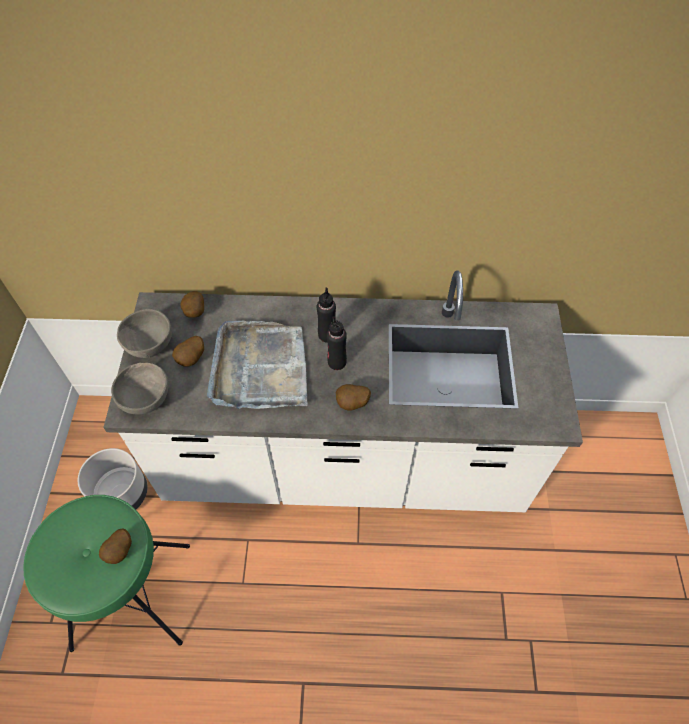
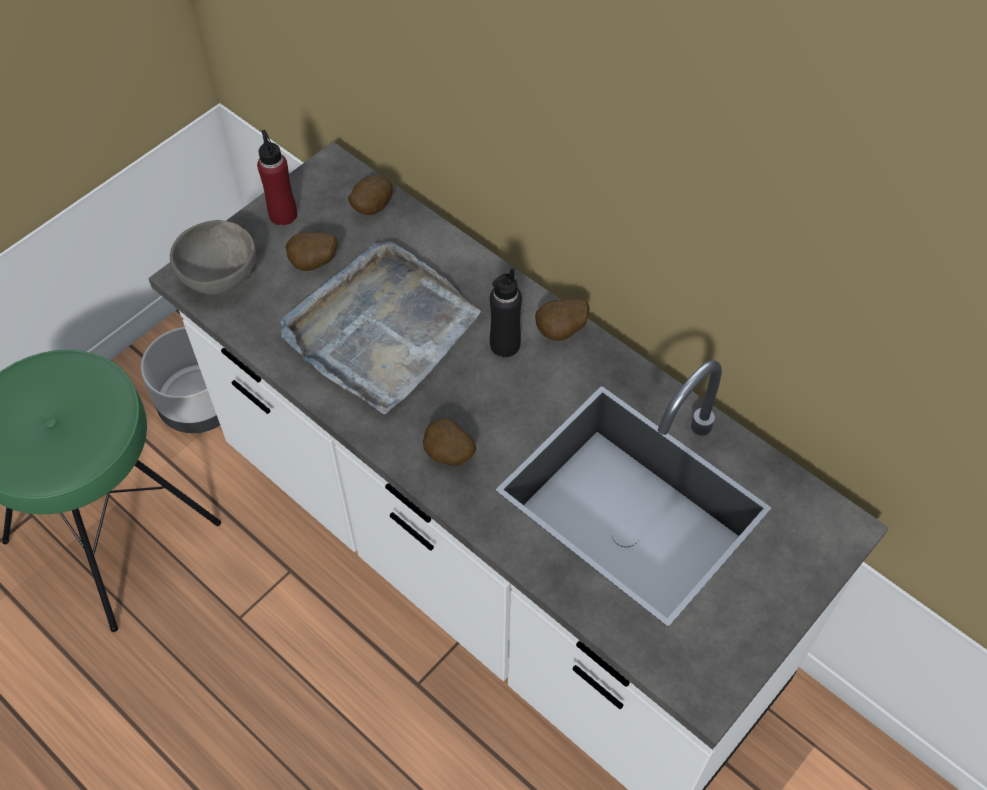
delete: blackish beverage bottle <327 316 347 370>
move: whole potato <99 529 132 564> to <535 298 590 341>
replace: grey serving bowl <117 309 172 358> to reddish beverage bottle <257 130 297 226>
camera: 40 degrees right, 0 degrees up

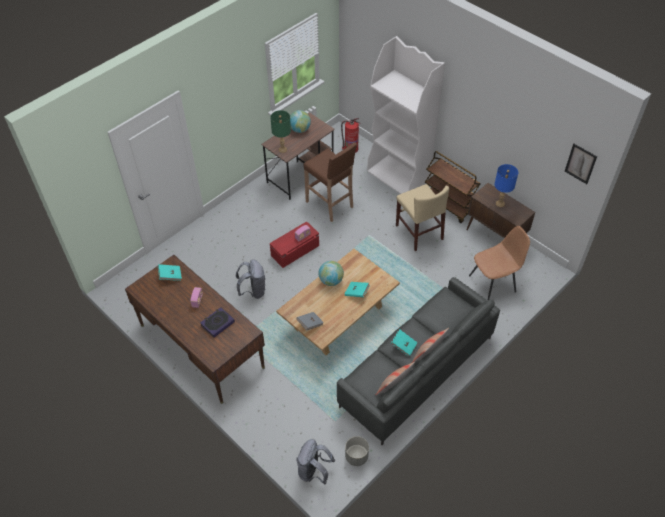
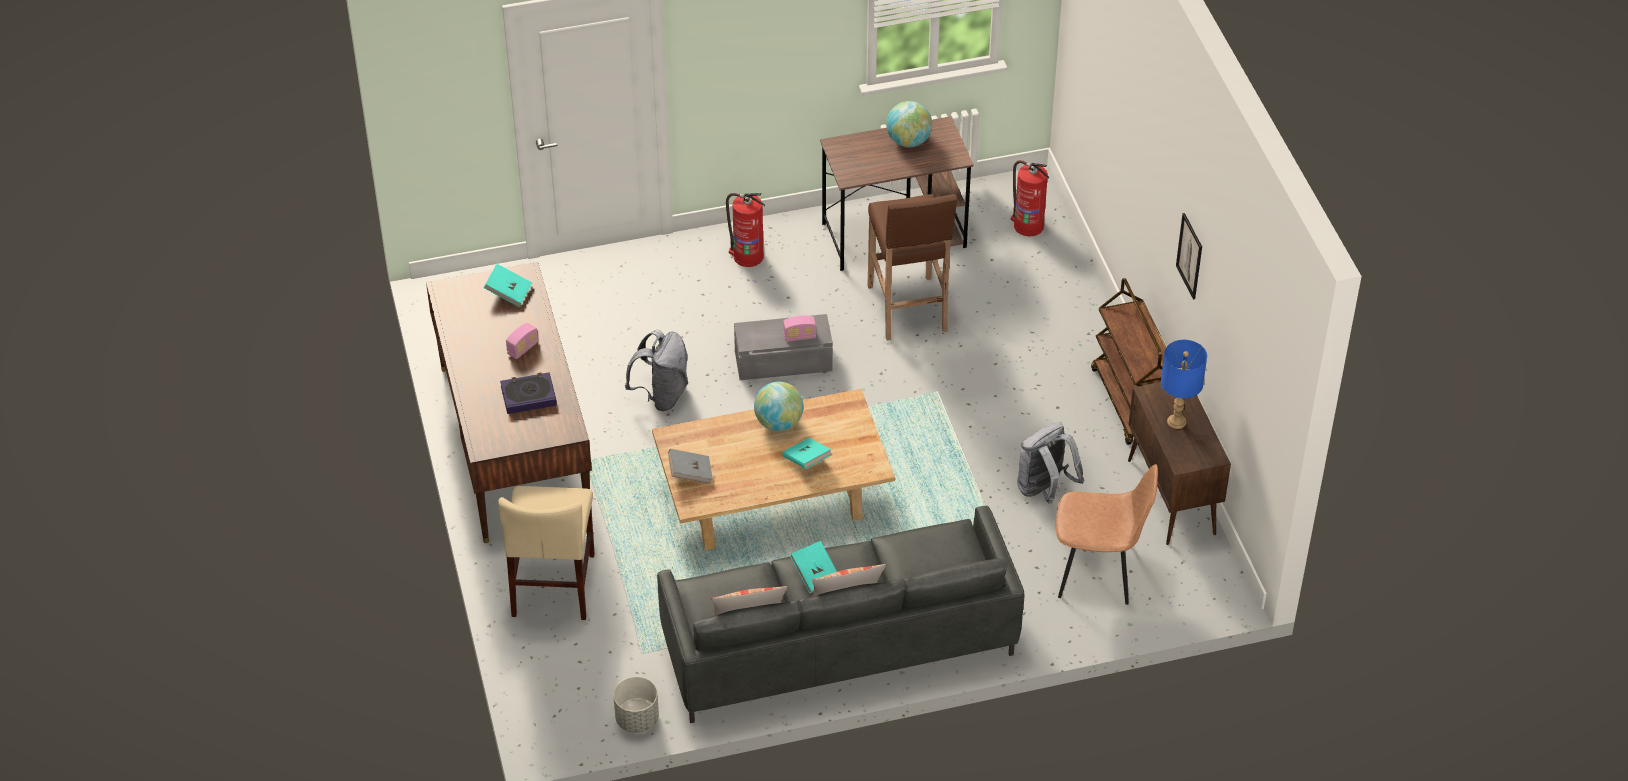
delete: green tabletop lamp <270 110 291 153>; white shelving unit <367 36 445 194>
insert: fire extinguisher <726 193 765 267>
move: grey backpack <296 439 335 484> to <1017 422 1085 504>; sand-coloured chair <396 184 449 251> to <498 486 594 620>; wall art <565 144 597 184> to <1176 213 1202 300>
recolor: reddish storage container <270 221 319 268> to grey storage container <734 314 833 380>
camera: 30 degrees right, 5 degrees down

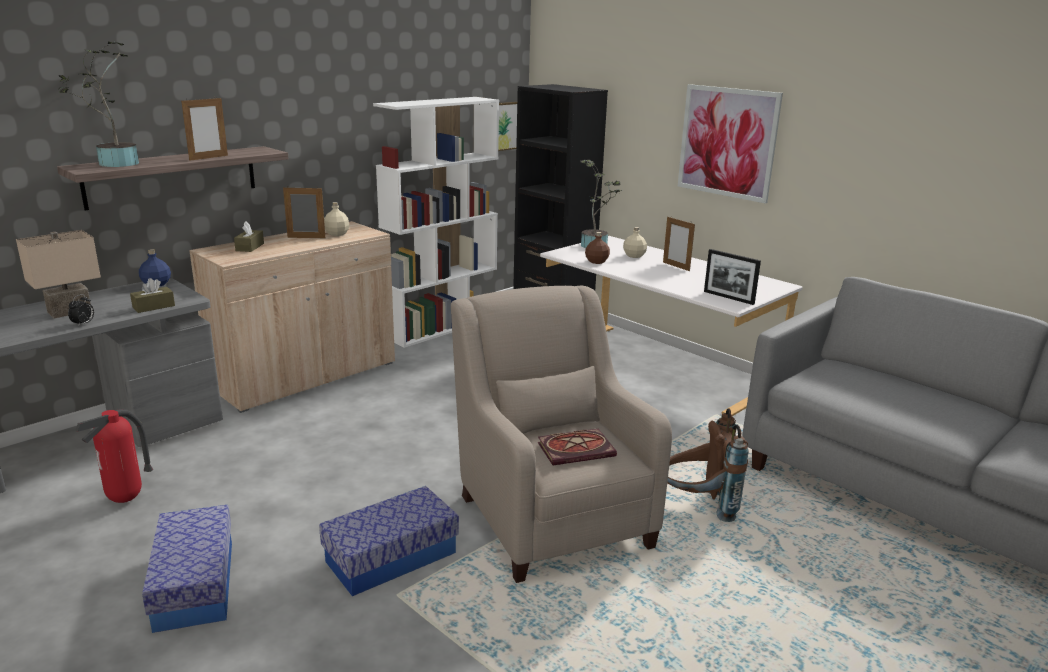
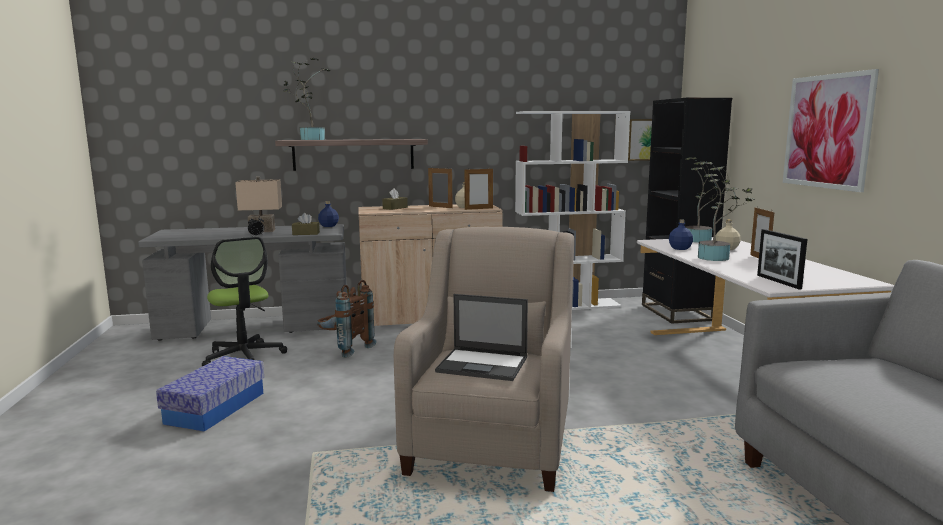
delete: storage container <319 486 459 596>
insert: potted plant <698 162 755 261>
move: picture frame <181 96 228 161> to <464 167 493 210>; brown backpack <667 408 748 522> to <317 280 377 358>
replace: fire extinguisher <75 409 153 503> to desk chair <202 237 287 366>; book <538 429 617 465> to laptop <435 294 528 381>
recolor: brown beverage bottle <585 232 610 264> to bluish beverage bottle <669 219 693 250>
camera: 35 degrees right, 10 degrees down

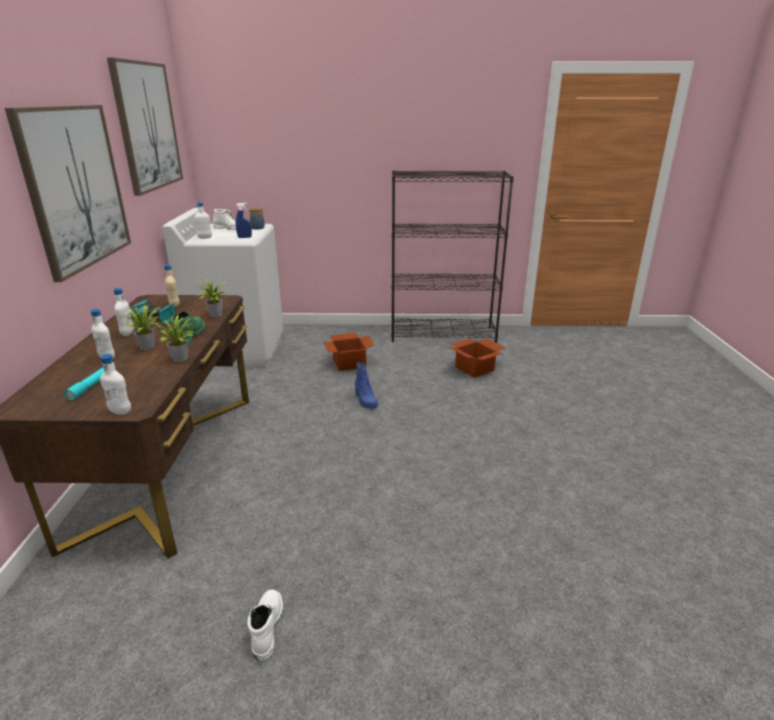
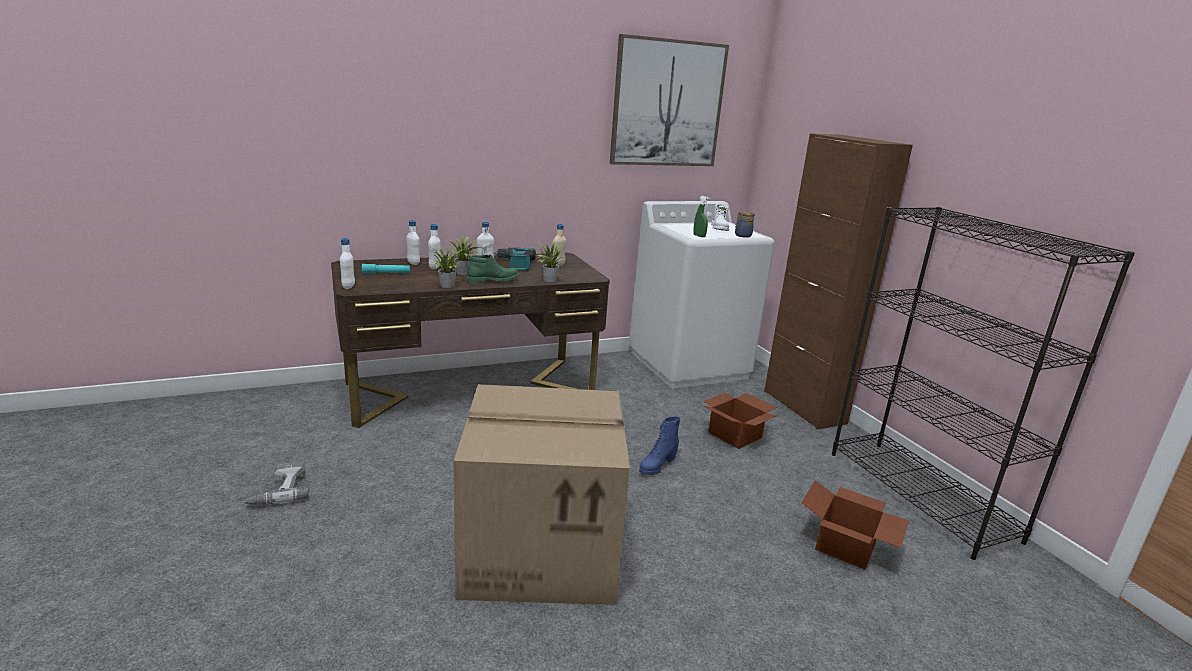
delete: wall art <5 105 131 282>
insert: cardboard box <454 384 630 605>; brown cabinet <764 133 913 430>
move: white beverage bottle <194 202 212 239> to <407 220 420 265>
replace: white boot <247 590 283 661> to power drill <244 462 309 505>
recolor: bluish spray bottle <236 203 252 238> to green spray bottle <693 196 709 237>
camera: 65 degrees right, 5 degrees down

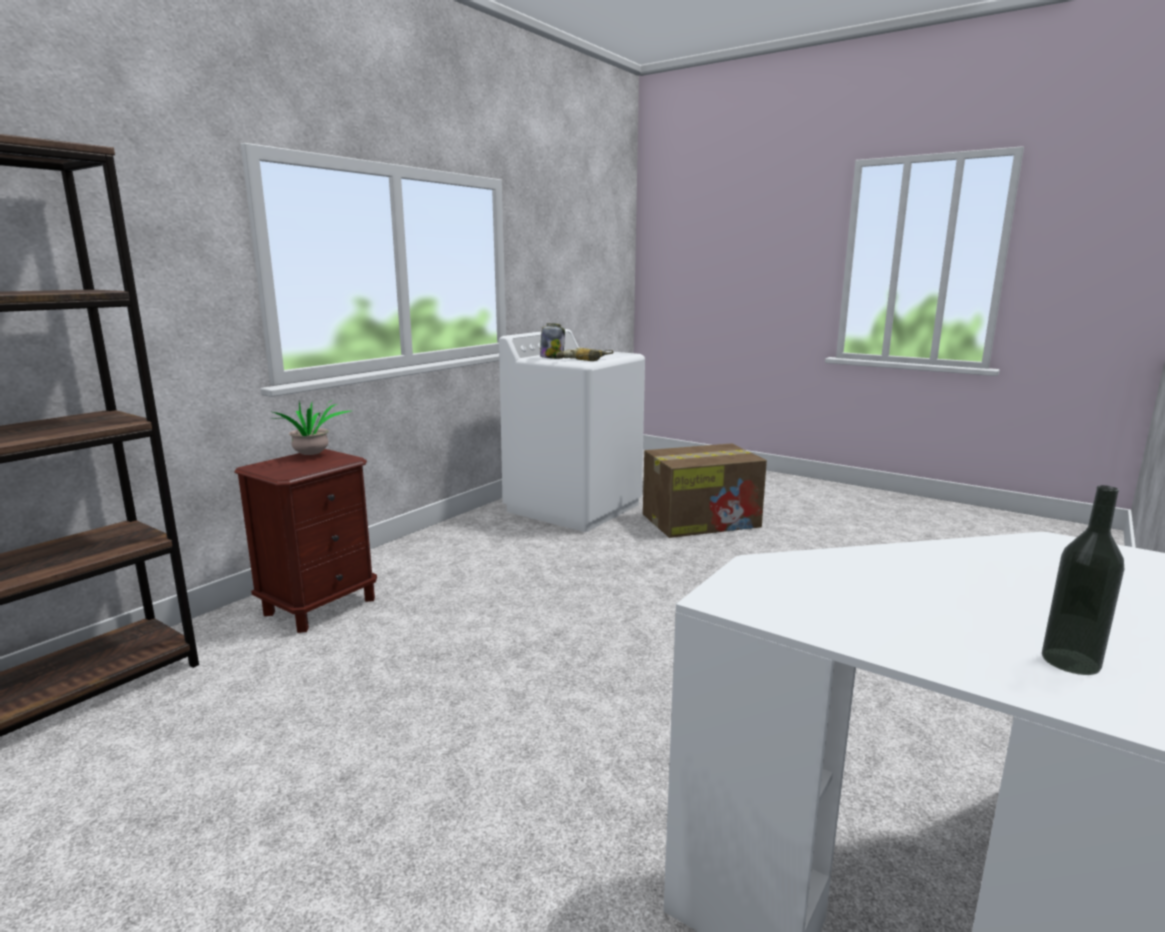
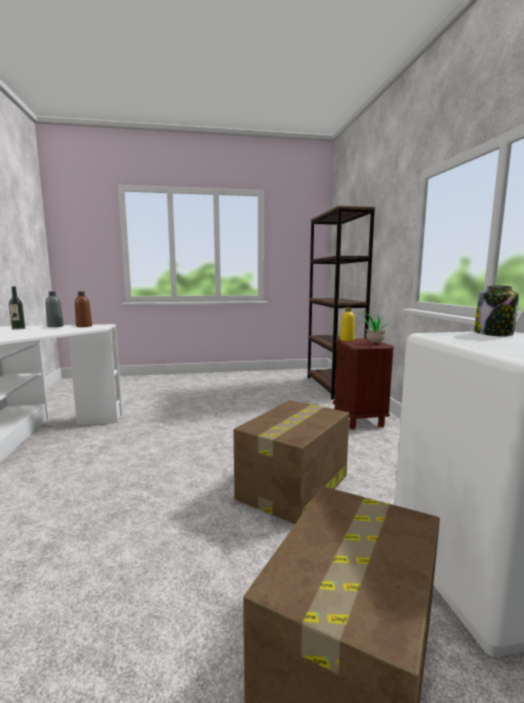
delete: power drill <556 348 613 361>
insert: grey beverage bottle <46 291 64 327>; brown beverage bottle <75 291 92 327>; cardboard box <233 400 349 524>; yellow beverage bottle <340 307 355 341>
camera: 135 degrees right, 5 degrees down

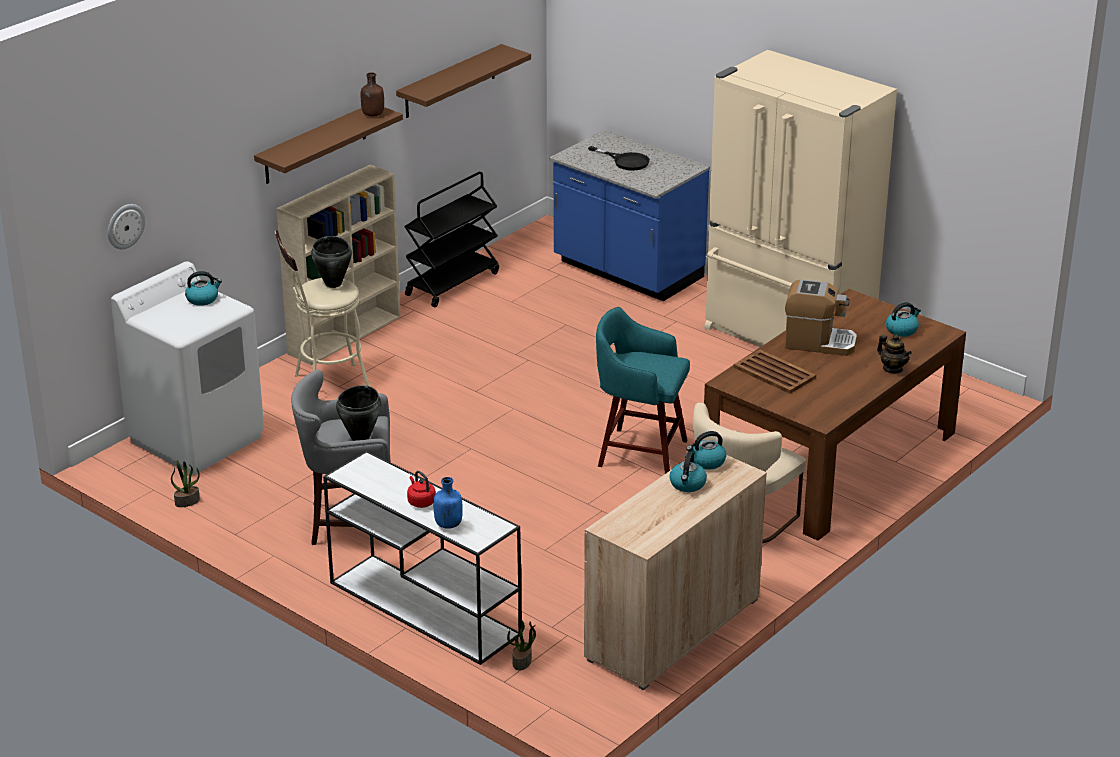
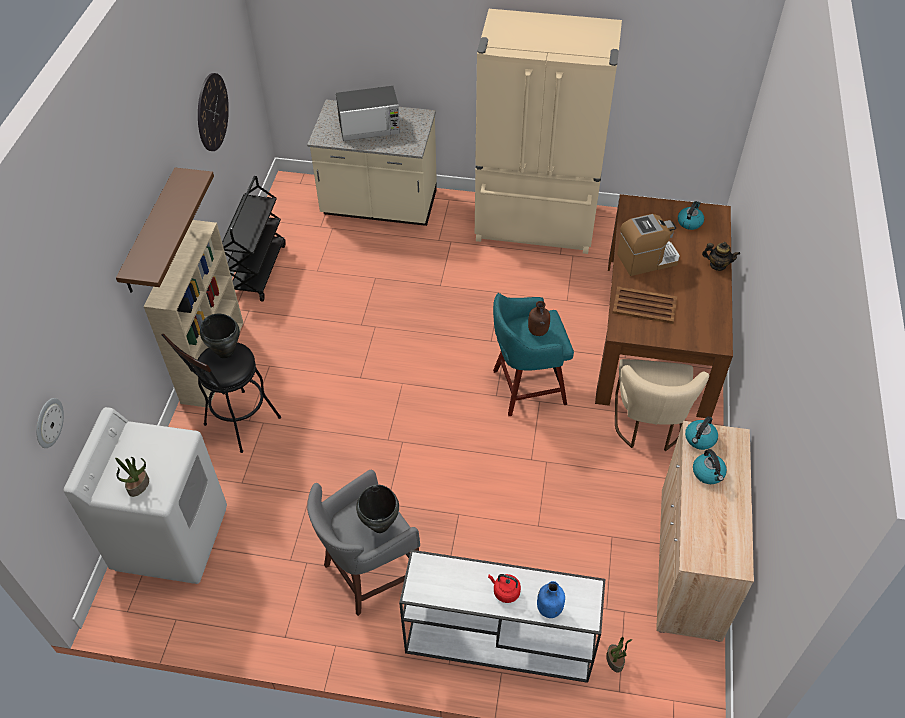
delete: kettle <185 271 222 306>
move: potted plant <171 460 200 507> to <115 457 149 497>; brown beverage bottle <361 73 384 117> to <528 301 550 336>
replace: brown wall shelf <396 44 531 118> to clock on the wall <198 73 229 151>; blackish frying pan <588 146 650 171> to microwave oven <336 86 400 141>
recolor: sand-coloured sitting stool <275 230 370 386> to blackish sitting stool <162 334 281 453>; bluish kitchen counter <549 130 710 301> to sand-coloured kitchen counter <307 100 437 226>
camera: 30 degrees left, 20 degrees up

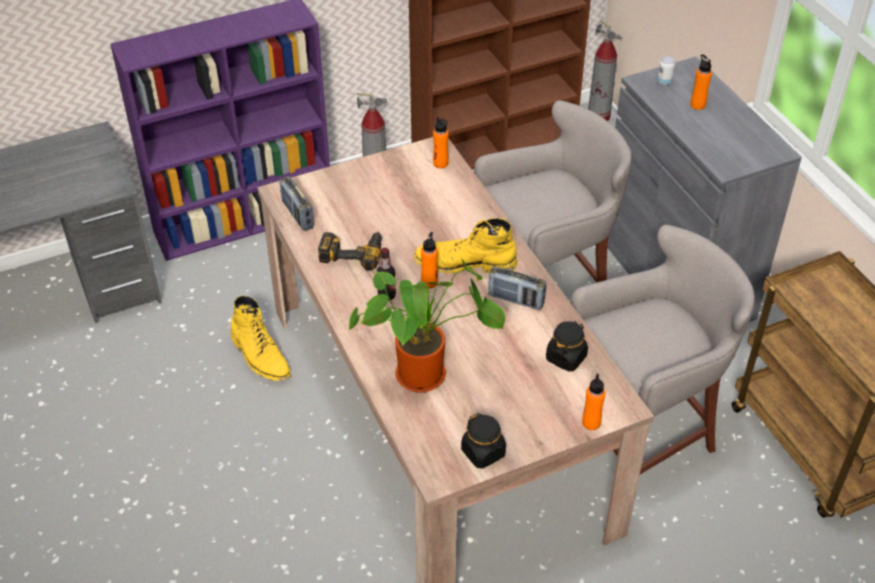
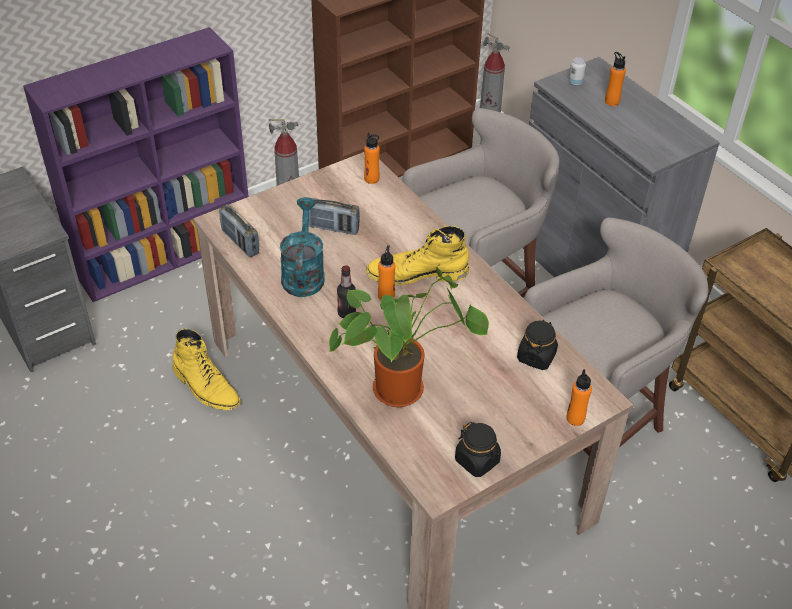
move: radio set <488 266 546 310> to <308 198 360 235>
replace: power drill <318 232 382 271> to turquoise-coloured watering pot <280 197 325 297>
camera: 10 degrees left, 0 degrees up

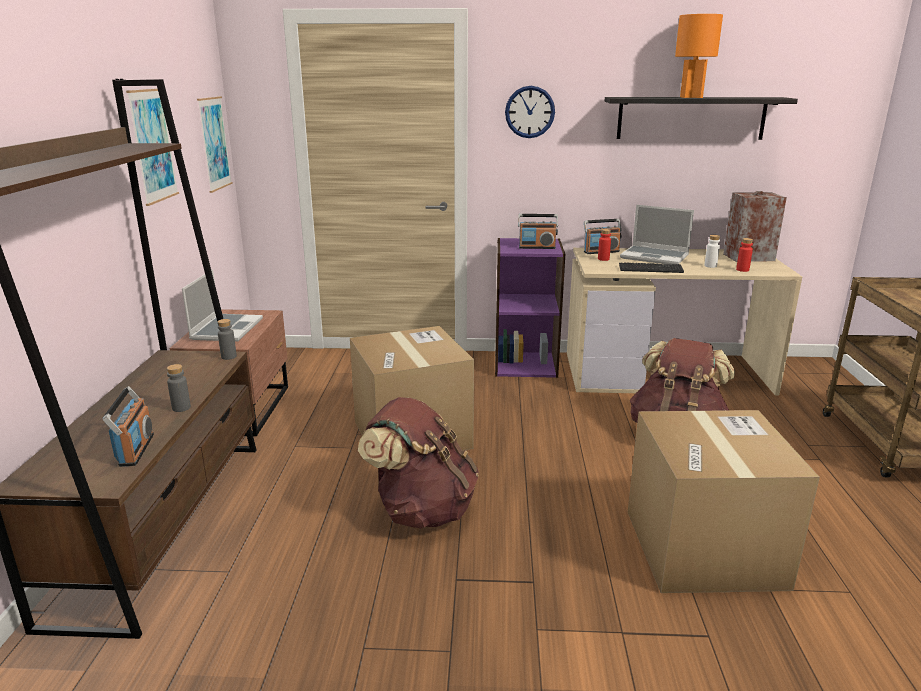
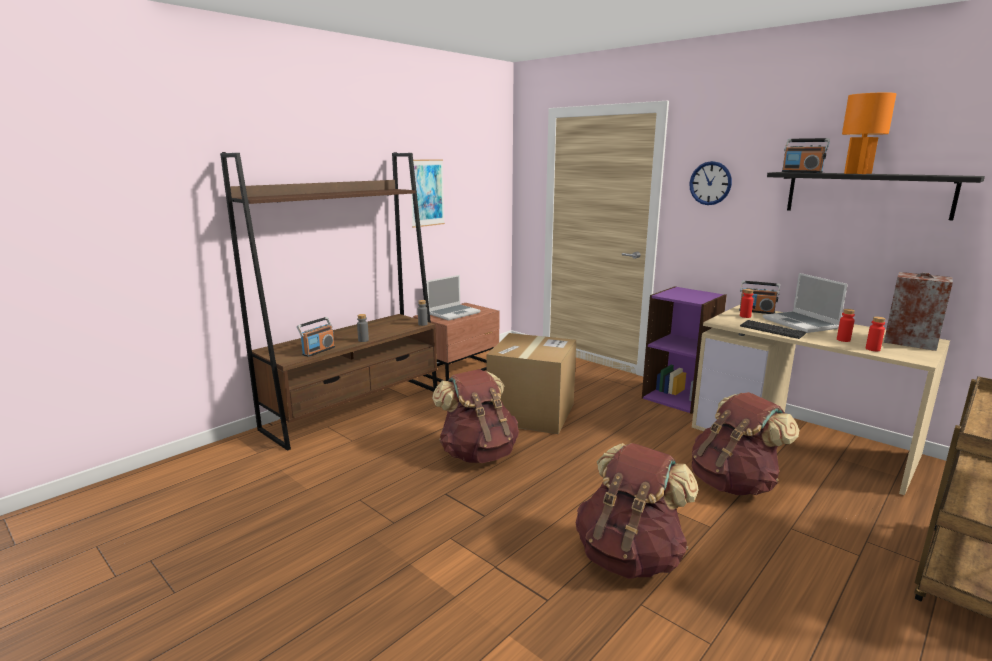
delete: wall art <197 96 233 193>
move: radio set <518 214 558 249> to <782 138 830 173>
replace: cardboard box <628 410 820 593> to brown backpack <576 443 699 579>
recolor: white beverage bottle <704 235 720 268> to reddish beverage bottle <837 309 855 342>
camera: 40 degrees right, 5 degrees down

